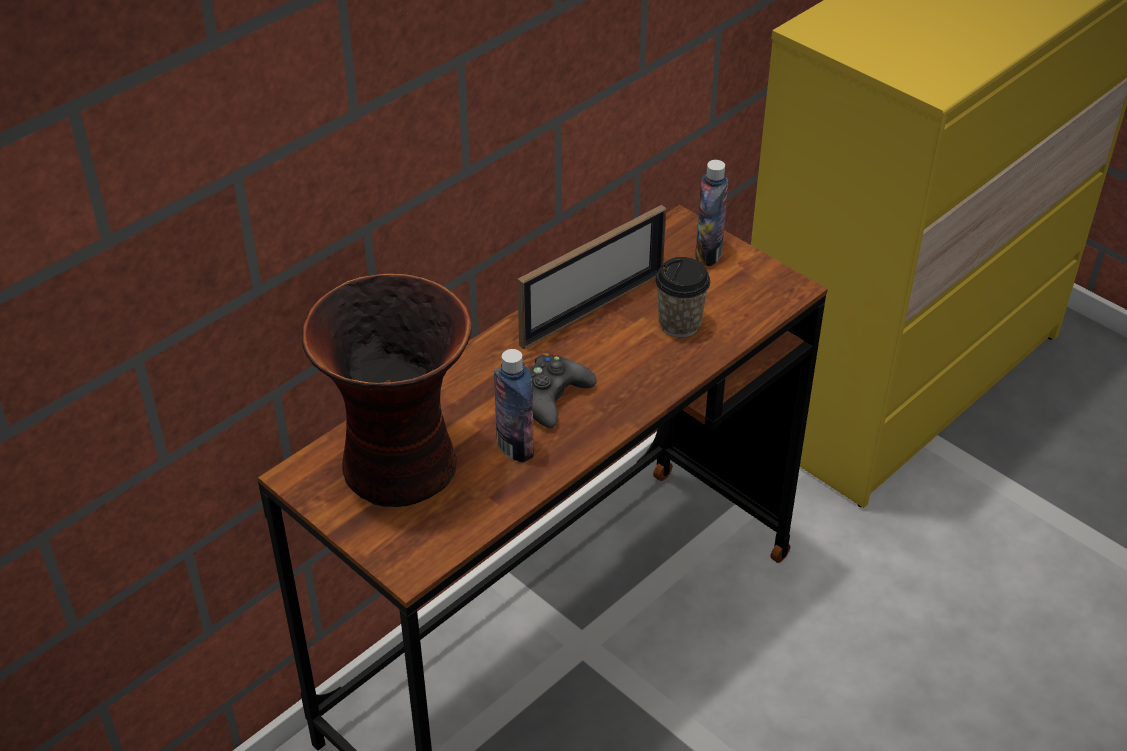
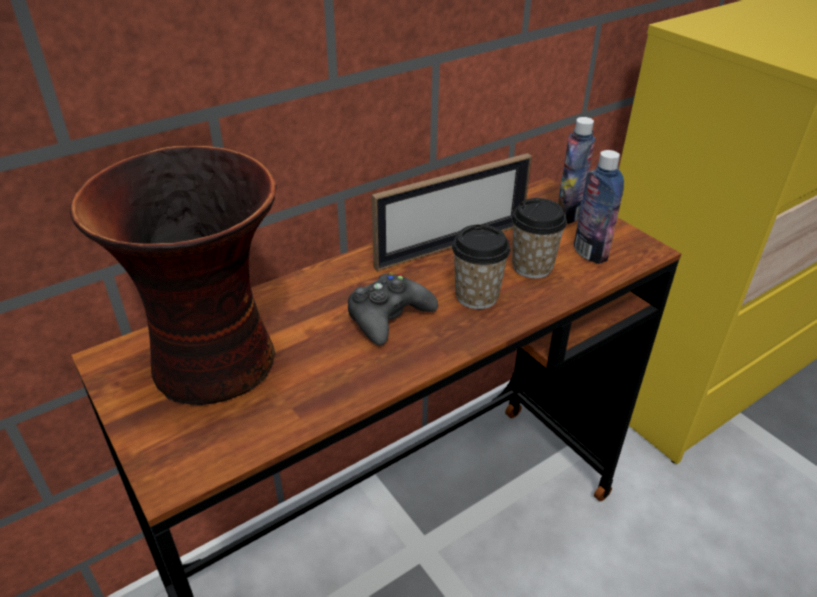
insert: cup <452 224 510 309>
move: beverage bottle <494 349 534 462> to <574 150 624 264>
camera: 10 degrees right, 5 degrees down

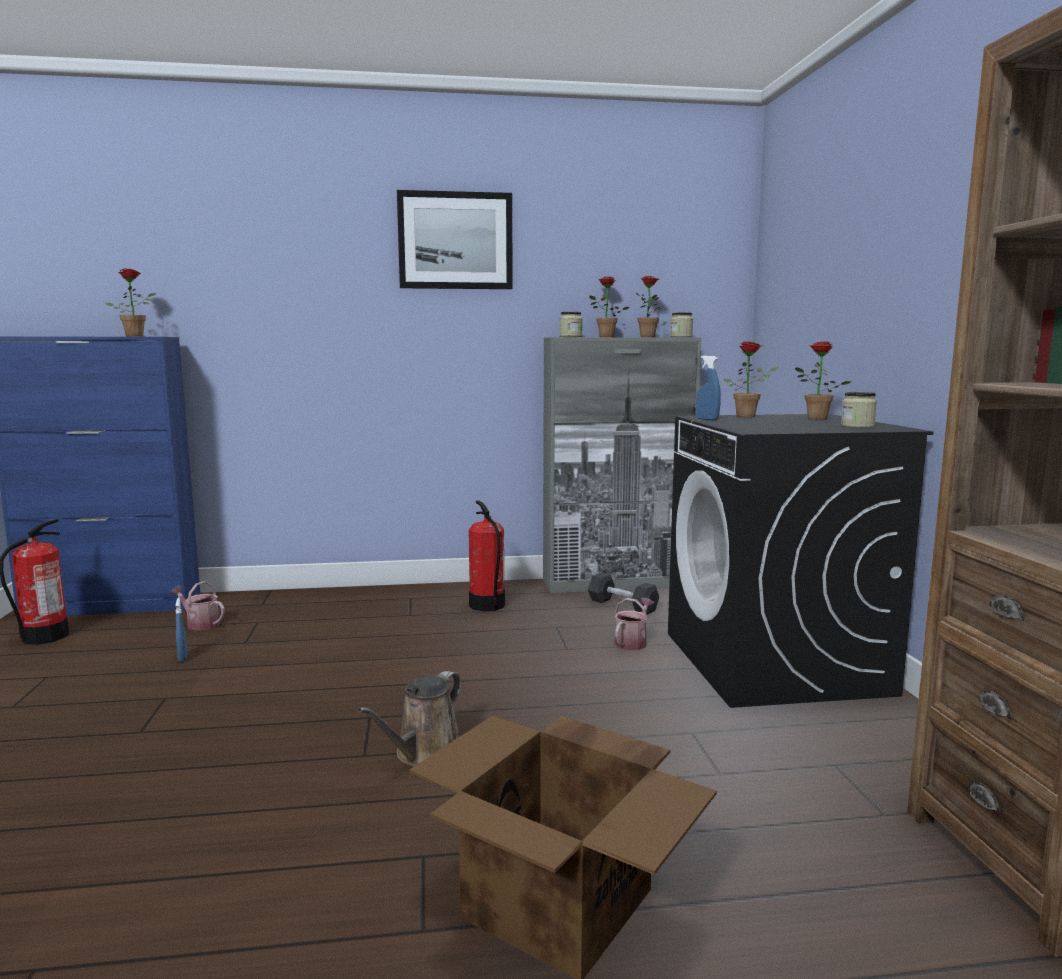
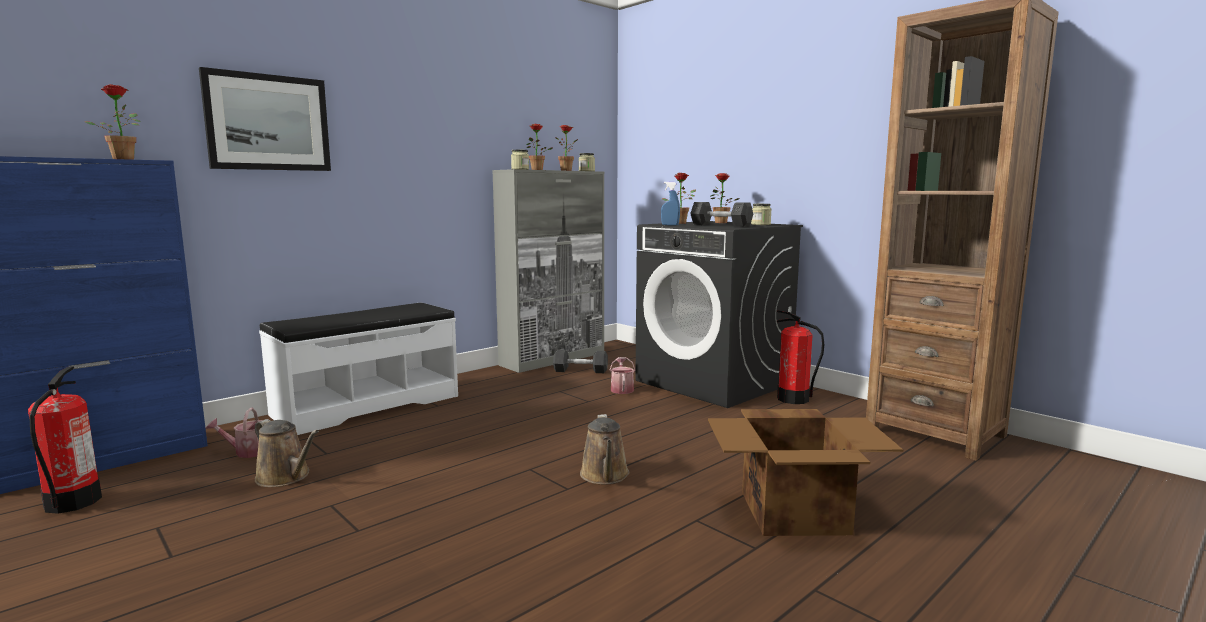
insert: white bench <259 303 458 435>; grey free weight <690 202 753 227>
move: wall art <397 190 513 289> to <199 67 331 171>; fire extinguisher <469 500 505 611> to <777 310 825 404>
replace: bluish spray bottle <175 597 187 662> to brown watering pot <255 419 319 487>
camera: 35 degrees left, 0 degrees up

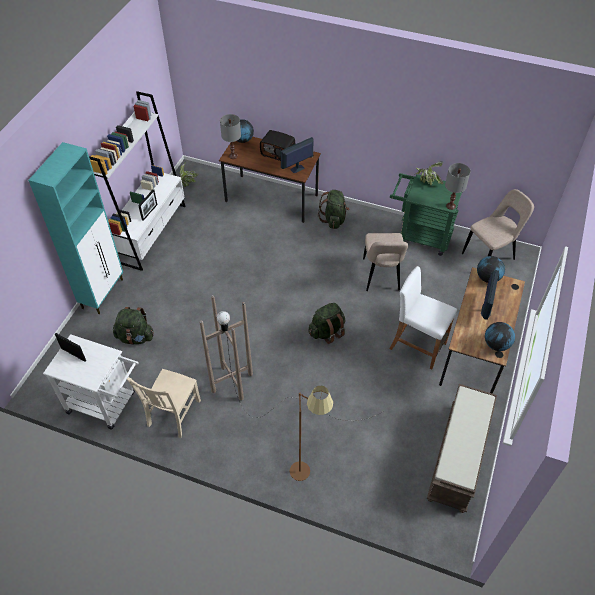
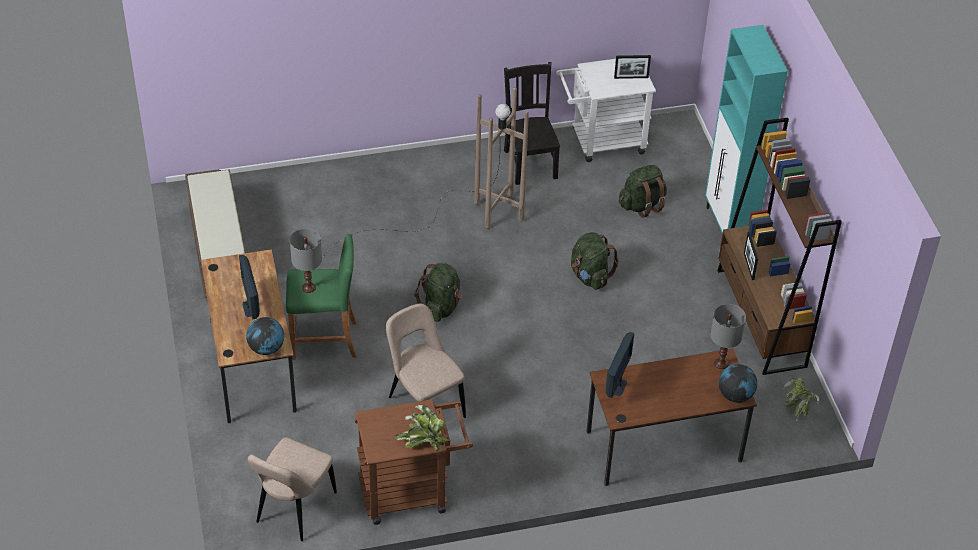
delete: radio set <260 130 295 161>; brown floor lamp <290 386 333 481>; globe <485 322 515 351>
move: green backpack <318 190 349 229> to <571 232 619 290>; grey tabletop lamp <445 163 470 210> to <290 228 322 293>
recolor: white shelving unit <89 91 185 271> to brown shelving unit <717 118 842 375>; sand-coloured chair <127 369 201 438> to blackish chair <504 62 560 185>; white sitting stool <389 266 457 369> to green sitting stool <286 234 357 360>; green cart <390 173 462 256> to brown cart <354 399 473 525>
camera: 145 degrees right, 5 degrees down

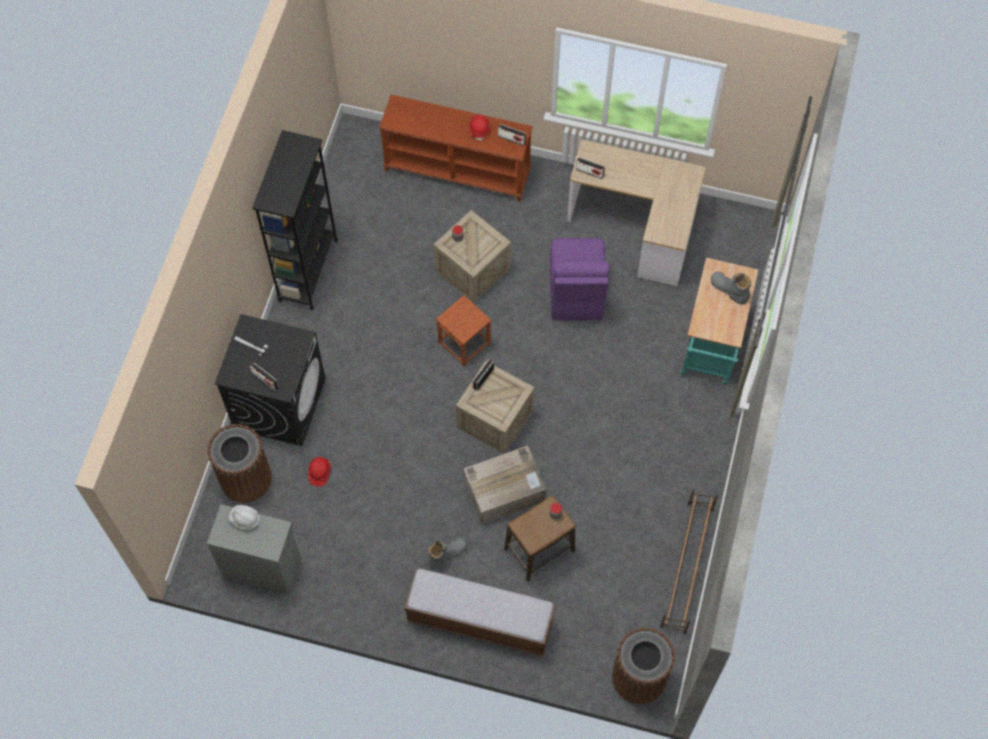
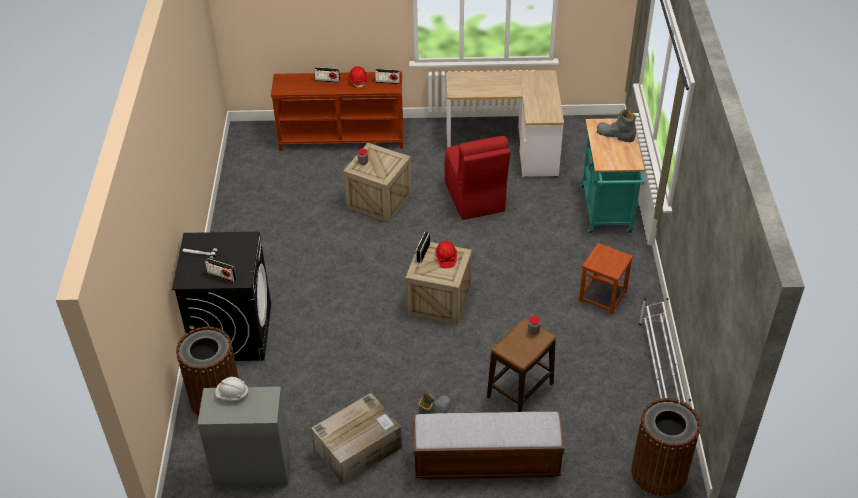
delete: blackish shelving unit <252 130 338 310>
move: reddish work helmet <308 457 331 487> to <435 241 457 268>; brown sitting stool <436 295 491 366> to <579 243 633 314>; cardboard box <464 446 546 524> to <311 393 402 484>; radio set <576 157 605 179> to <314 67 340 83>
recolor: purple chair <550 238 609 320> to reddish chair <445 136 511 220>; brown shoe shelf <660 489 718 634> to white shoe shelf <639 298 691 406>
camera: 15 degrees left, 20 degrees down

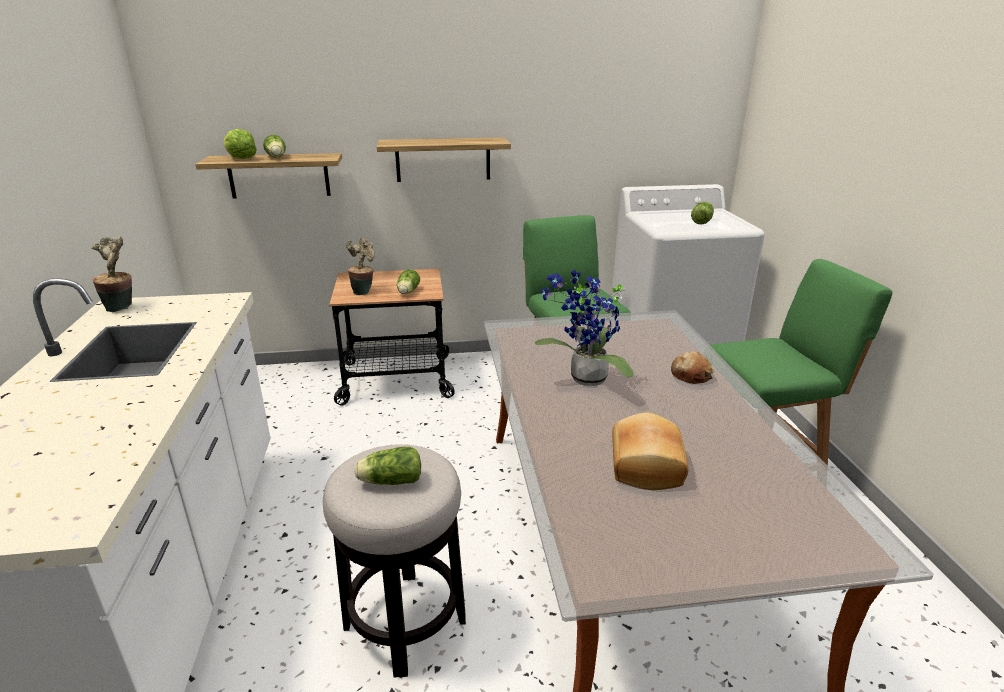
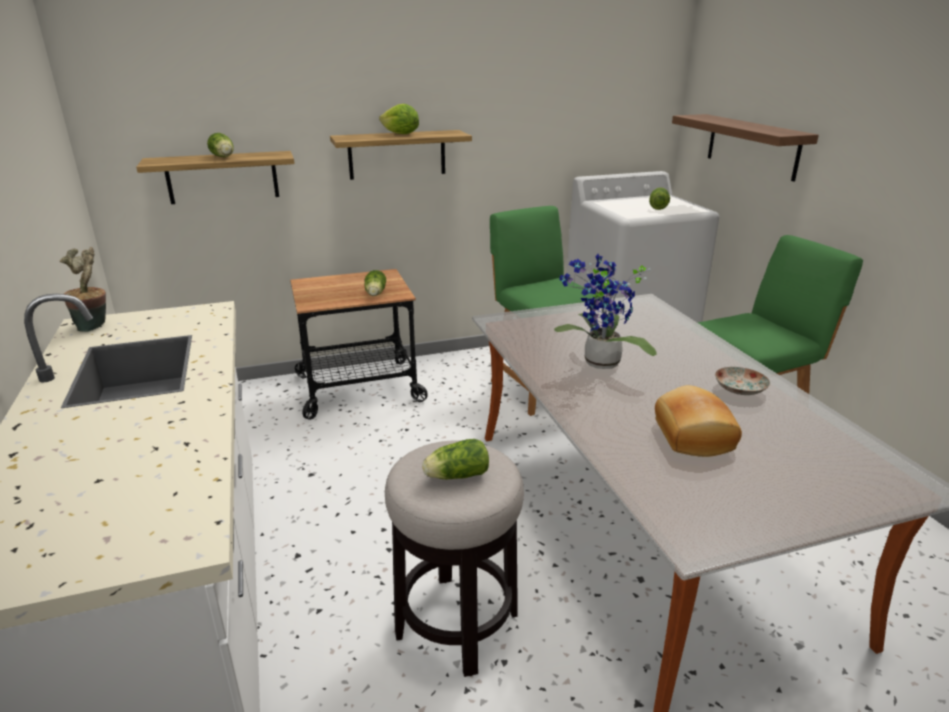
delete: potted plant <346 238 375 295>; bread <671 352 714 384>
insert: wall shelf <672 114 819 181>; flat dish <715 367 770 395>
move: lettuce <223 129 257 159> to <379 104 419 134>
camera: 10 degrees left, 0 degrees up

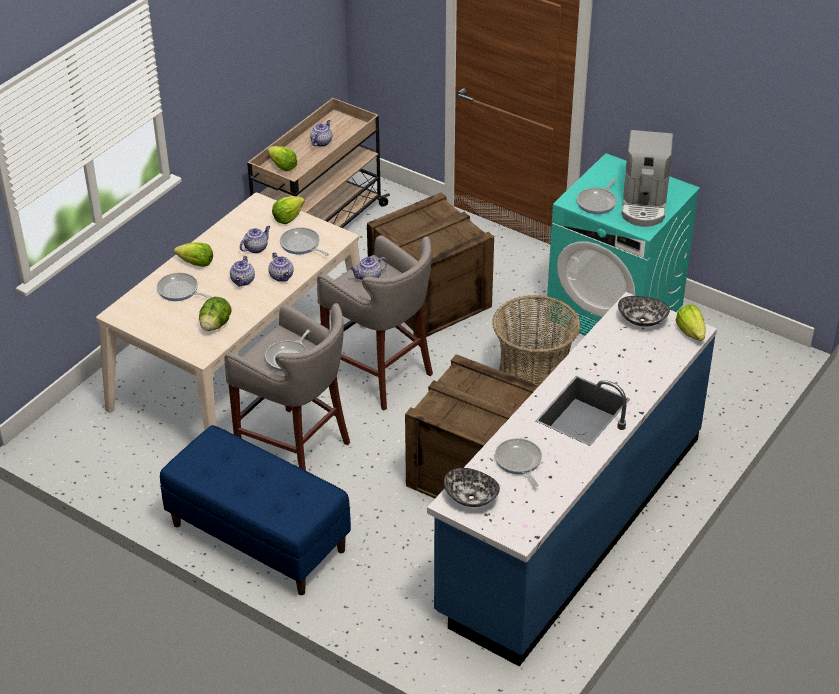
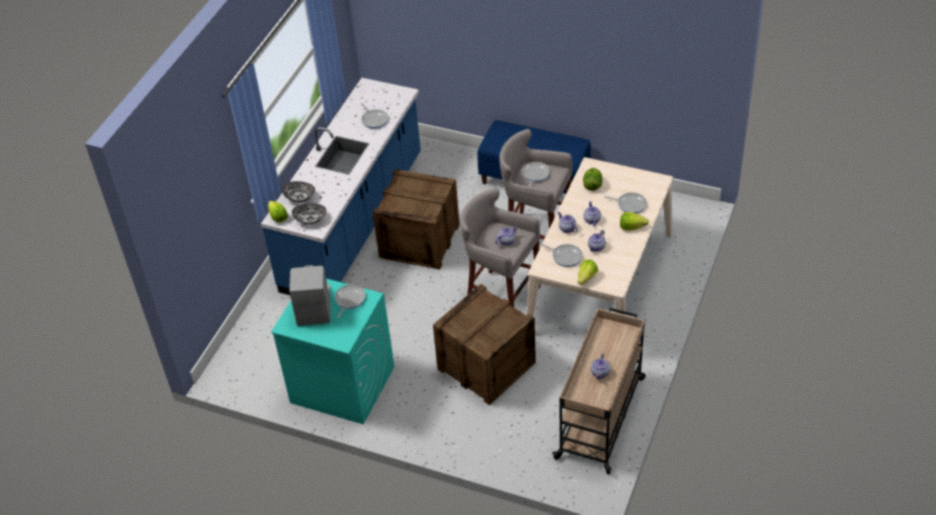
delete: lettuce <267 146 297 171>; storage basket <492 295 581 385>
move: serving bowl <444 468 500 507> to <282 181 315 202>
camera: 170 degrees right, 5 degrees up

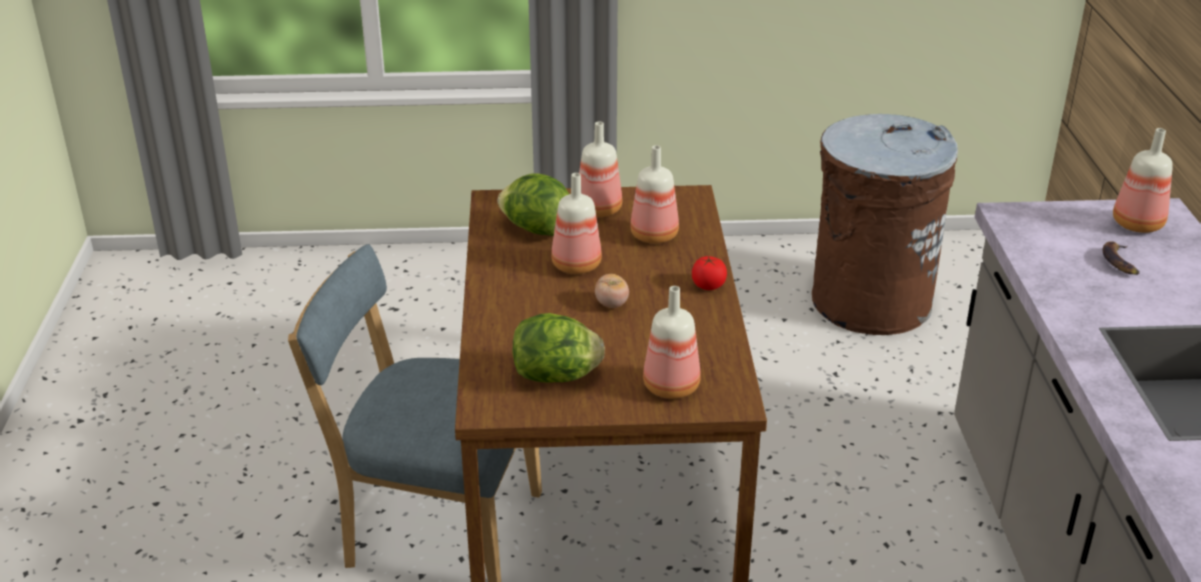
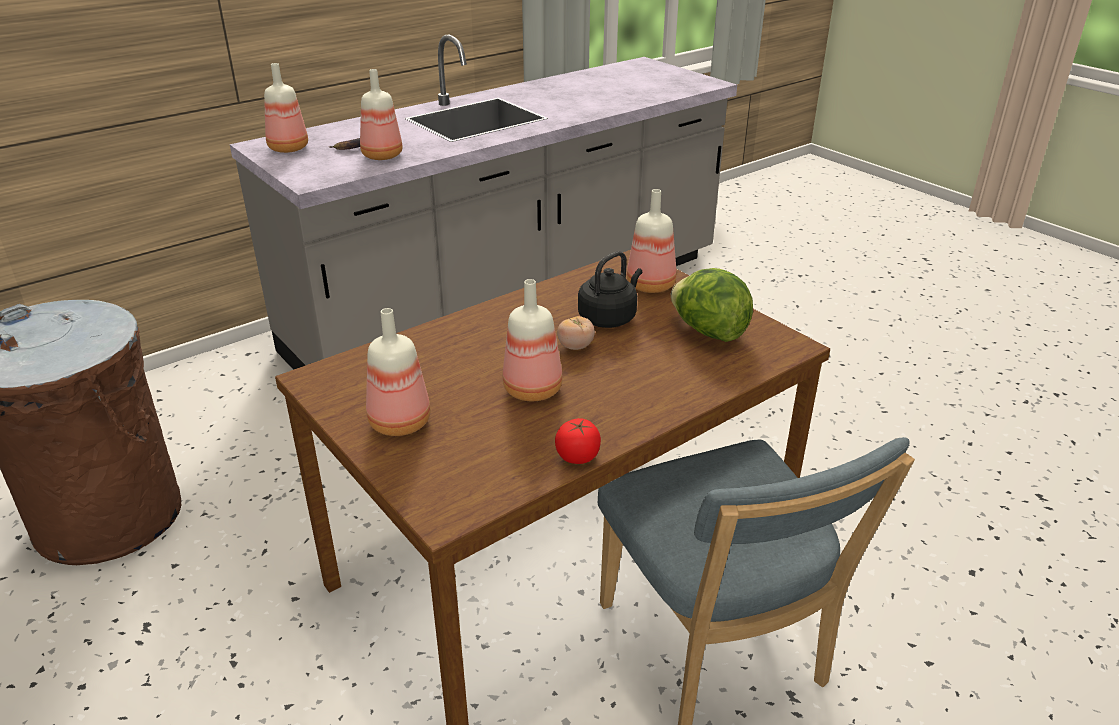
delete: lettuce <497 173 569 236>
insert: blackish kettle <578 251 642 328>
move: beverage bottle <630 145 679 244> to <360 69 403 160>; tomato <692 255 727 290> to <555 418 601 464>
camera: 125 degrees left, 0 degrees up

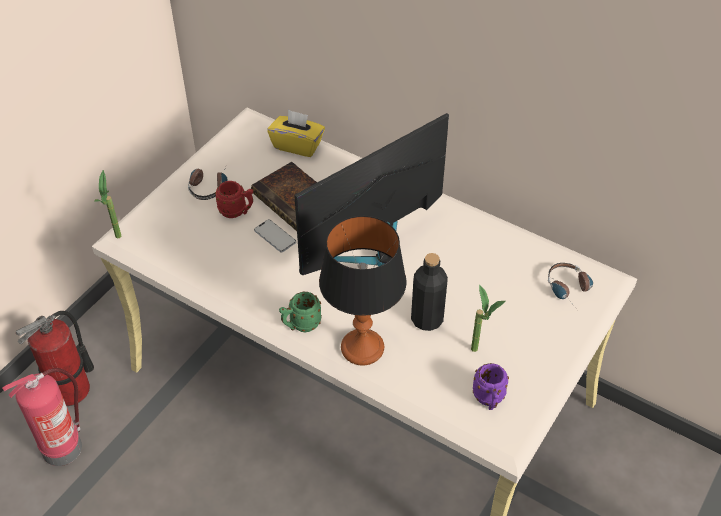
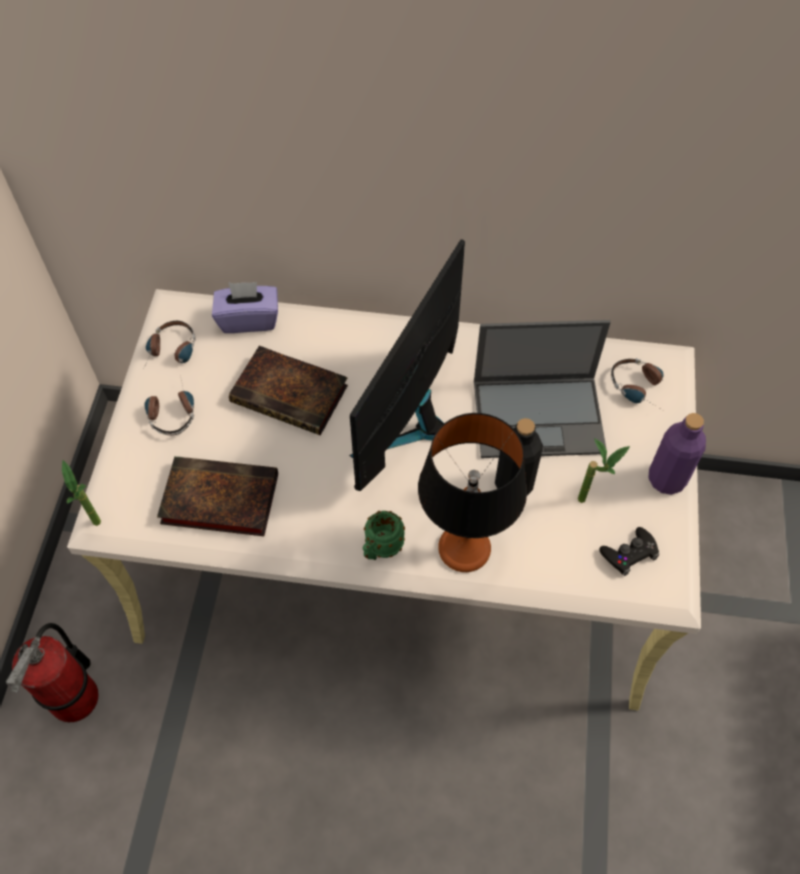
delete: fire extinguisher <2 368 82 466>; reddish mug <215 181 253 218>; handset <254 219 296 253>
insert: pair of headphones <142 321 196 372>; book <157 456 278 536>; laptop <474 320 610 458>; purple beverage bottle <648 413 706 495>
replace: purple mug <473 363 509 410> to blackish joypad <599 527 659 576>
recolor: yellow tissue box <267 109 325 157> to purple tissue box <212 282 278 333>
camera: 25 degrees left, 10 degrees up

